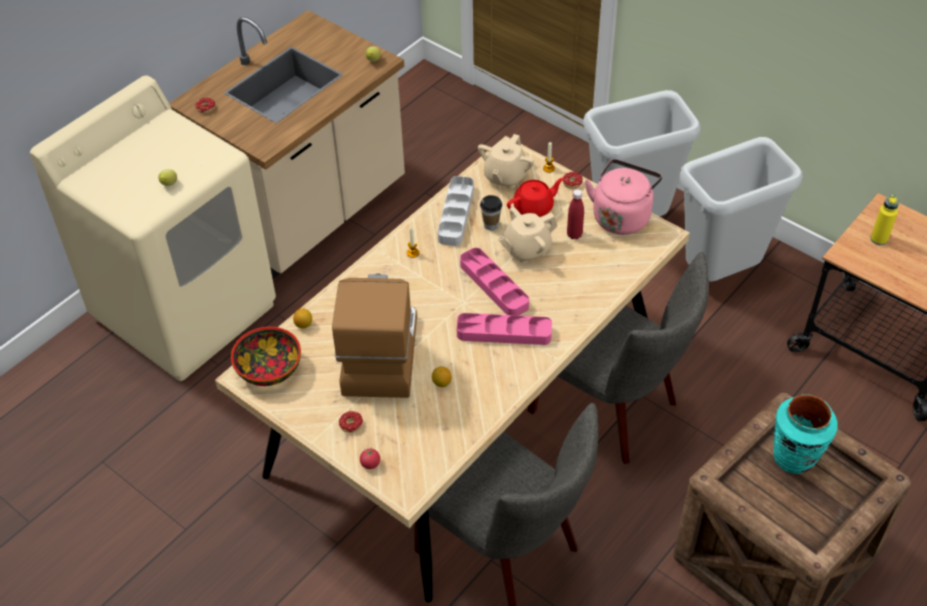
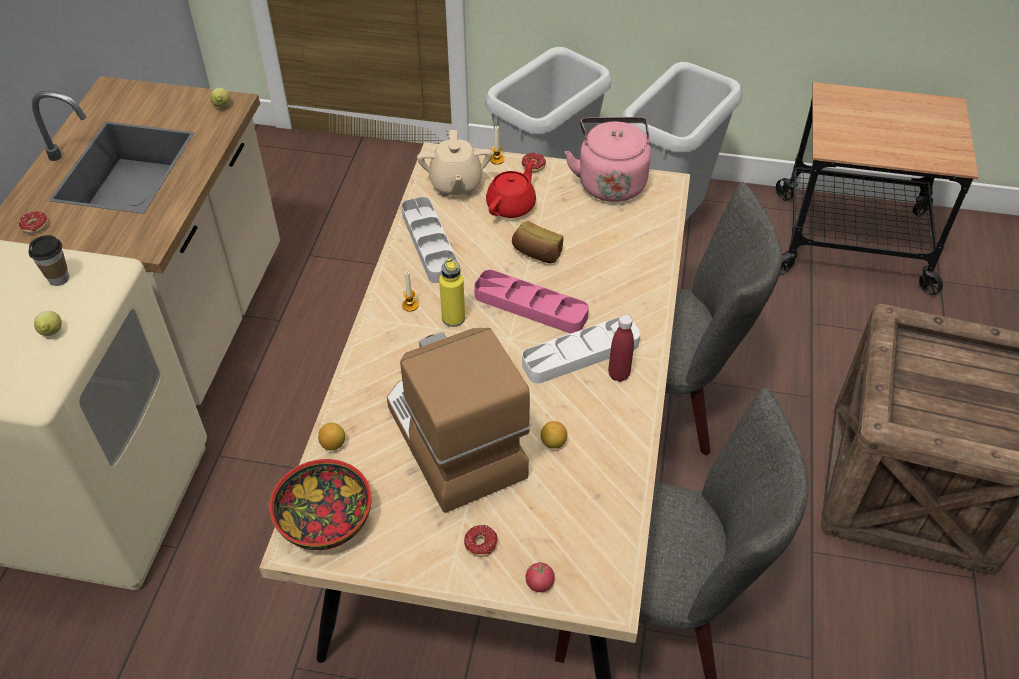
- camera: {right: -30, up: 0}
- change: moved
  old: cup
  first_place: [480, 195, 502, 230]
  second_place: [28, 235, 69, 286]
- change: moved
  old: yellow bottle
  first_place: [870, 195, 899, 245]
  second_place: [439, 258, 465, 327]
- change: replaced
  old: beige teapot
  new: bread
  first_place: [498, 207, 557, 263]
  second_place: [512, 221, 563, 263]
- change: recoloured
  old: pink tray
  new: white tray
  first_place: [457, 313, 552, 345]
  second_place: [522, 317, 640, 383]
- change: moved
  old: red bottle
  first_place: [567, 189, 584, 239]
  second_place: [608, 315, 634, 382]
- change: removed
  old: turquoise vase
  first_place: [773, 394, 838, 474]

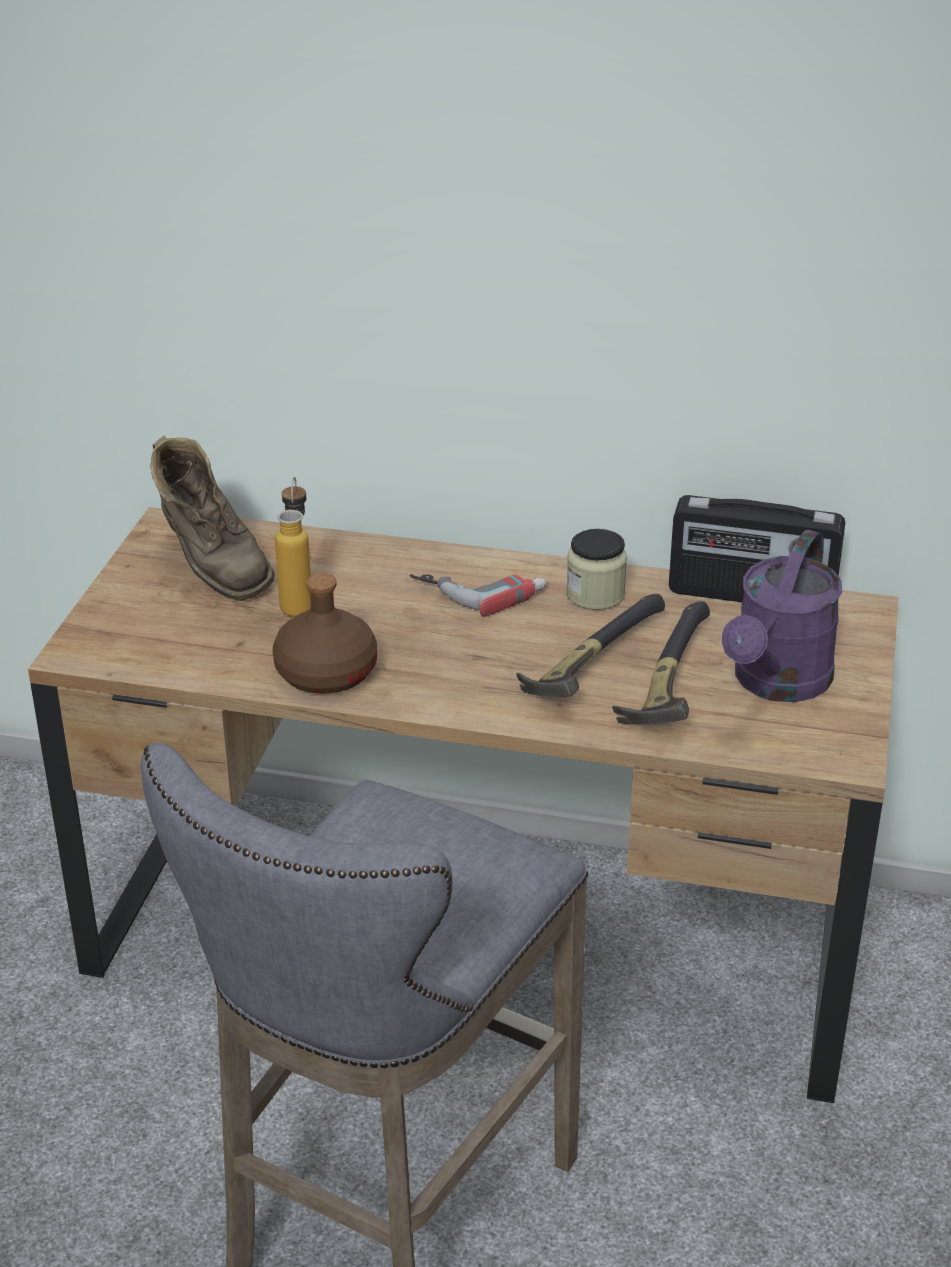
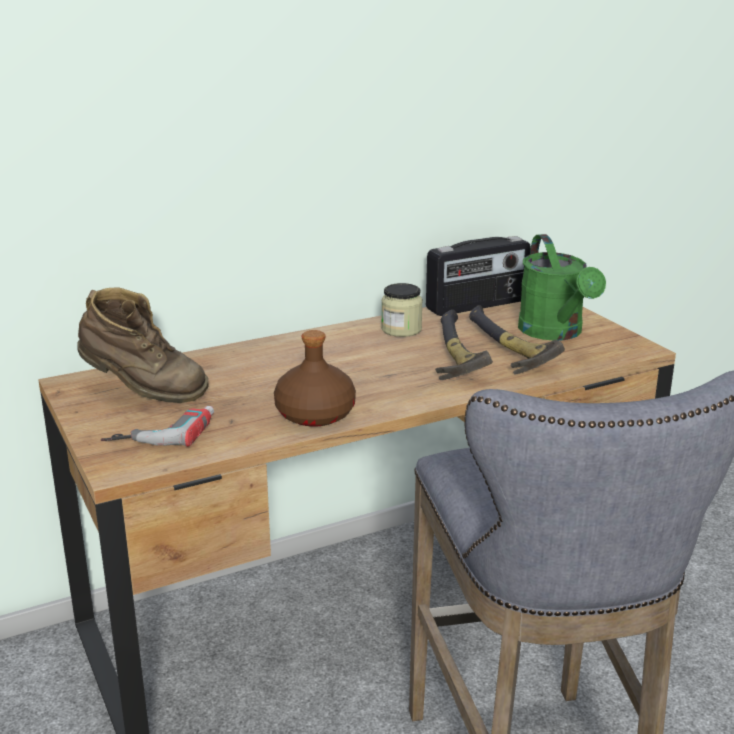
- camera: {right: -40, up: -10}
- change: moved
  old: power drill
  first_place: [410, 574, 547, 617]
  second_place: [101, 406, 214, 447]
- change: recoloured
  old: purple watering can
  new: green watering can
  first_place: [722, 530, 842, 702]
  second_place: [518, 234, 606, 341]
- change: removed
  old: bottle
  first_place: [275, 477, 311, 617]

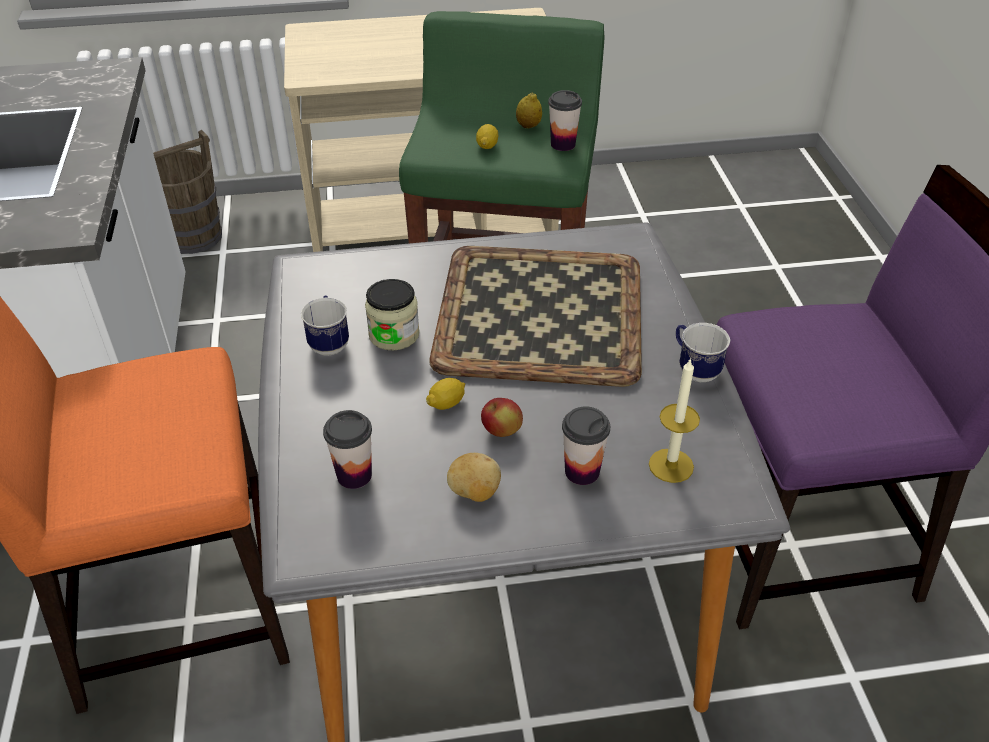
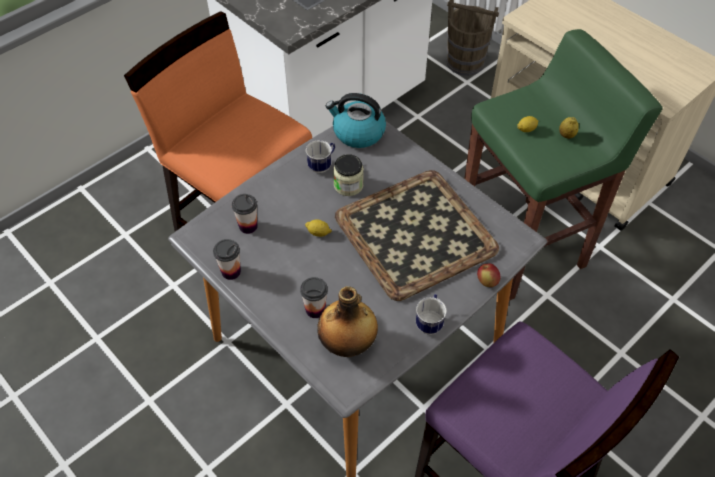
- camera: {right: 55, up: 10}
- change: moved
  old: cup
  first_place: [548, 90, 582, 151]
  second_place: [213, 239, 241, 280]
- change: replaced
  old: candle
  new: bottle
  first_place: [649, 358, 700, 483]
  second_place: [317, 286, 378, 357]
- change: added
  new: kettle
  second_place: [326, 93, 386, 148]
- change: moved
  old: apple
  first_place: [481, 398, 523, 437]
  second_place: [477, 263, 500, 287]
- change: removed
  old: potato
  first_place: [447, 453, 501, 502]

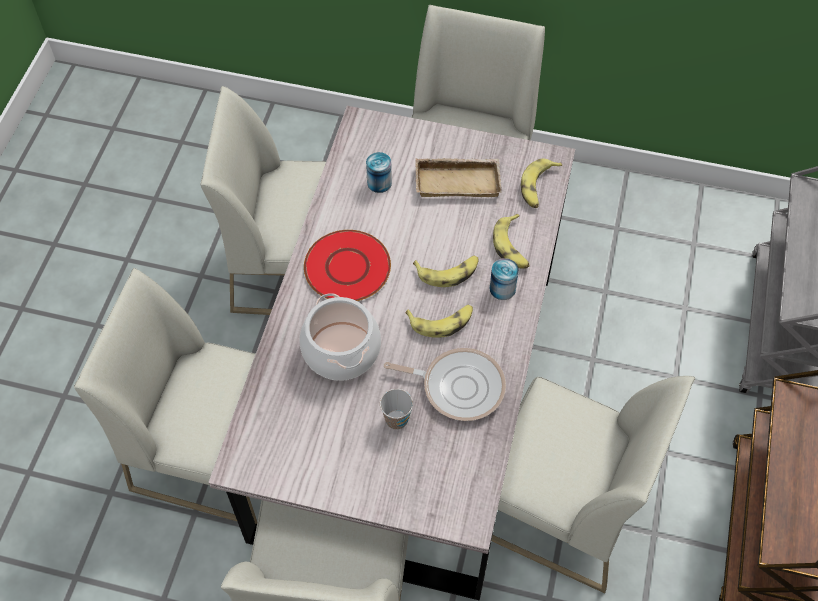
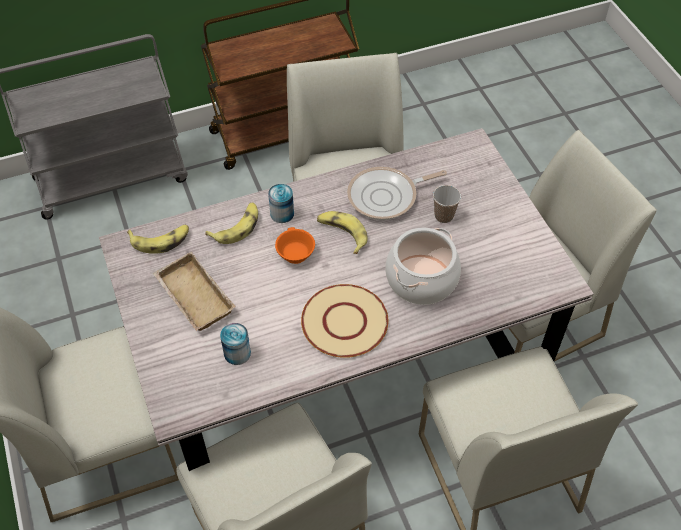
- camera: {right: -125, up: -5}
- change: replaced
  old: banana
  new: orange cup
  first_place: [413, 255, 478, 287]
  second_place: [275, 227, 315, 264]
- change: recoloured
  old: red plate
  new: beige plate
  first_place: [304, 230, 391, 301]
  second_place: [301, 284, 388, 358]
- change: turned
  old: frying pan
  first_place: [384, 348, 506, 421]
  second_place: [347, 167, 447, 220]
  degrees: -90

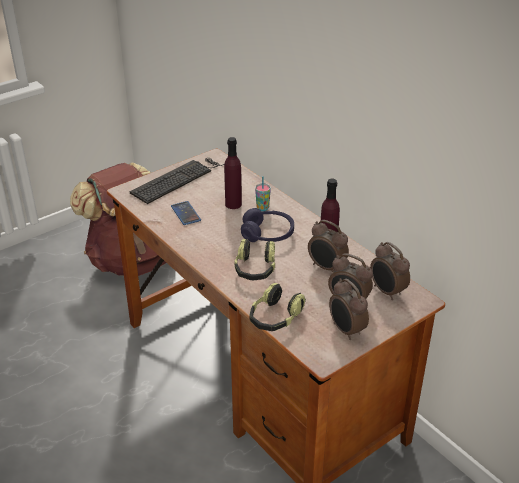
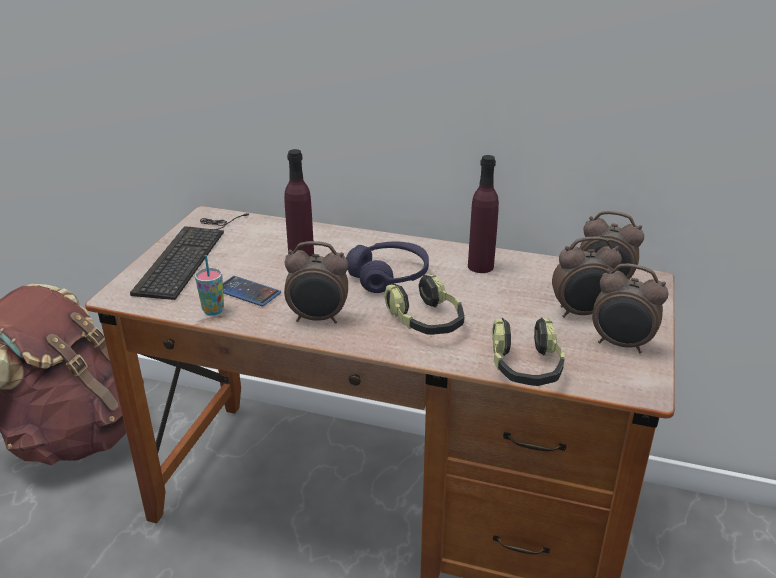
- camera: {right: -35, up: -5}
- change: moved
  old: cup
  first_place: [255, 176, 271, 211]
  second_place: [195, 255, 224, 316]
- change: moved
  old: alarm clock
  first_place: [308, 220, 349, 272]
  second_place: [284, 241, 348, 323]

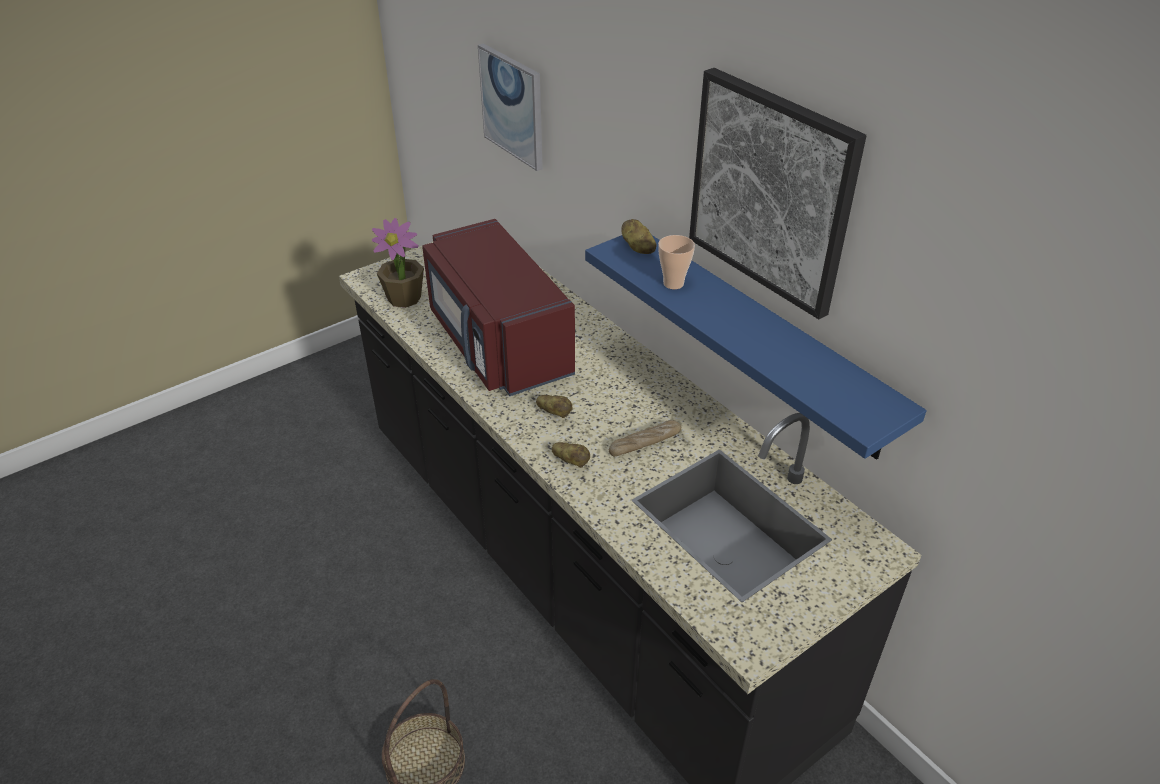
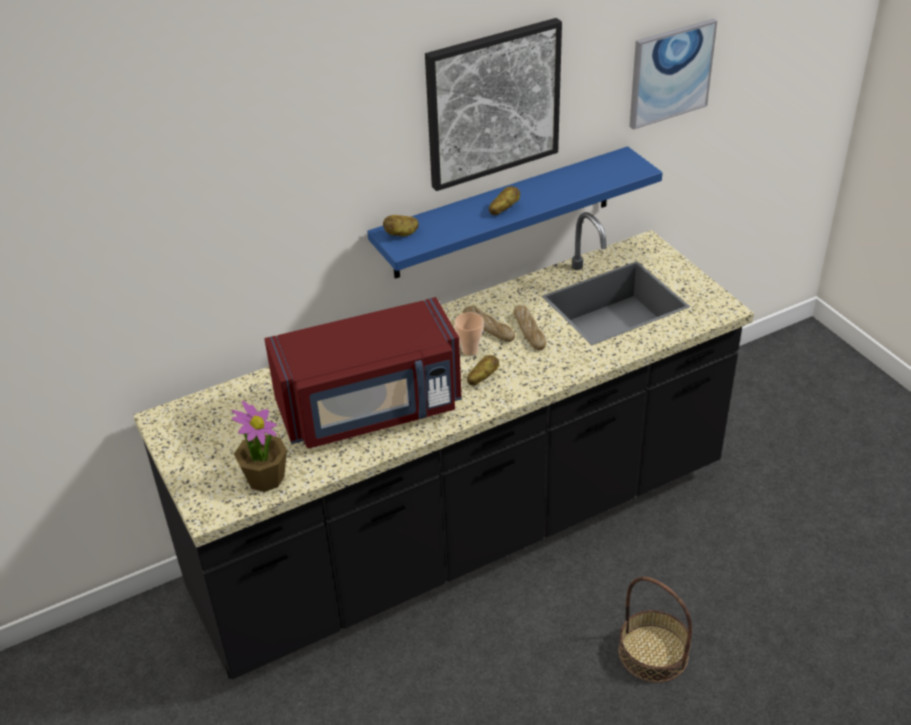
- camera: {right: -80, up: 0}
- change: moved
  old: cup
  first_place: [658, 235, 695, 289]
  second_place: [455, 312, 484, 356]
- change: added
  new: bread
  second_place: [463, 306, 515, 342]
- change: moved
  old: potato
  first_place: [552, 442, 590, 468]
  second_place: [489, 186, 520, 215]
- change: moved
  old: picture
  first_place: [478, 43, 543, 171]
  second_place: [629, 19, 717, 130]

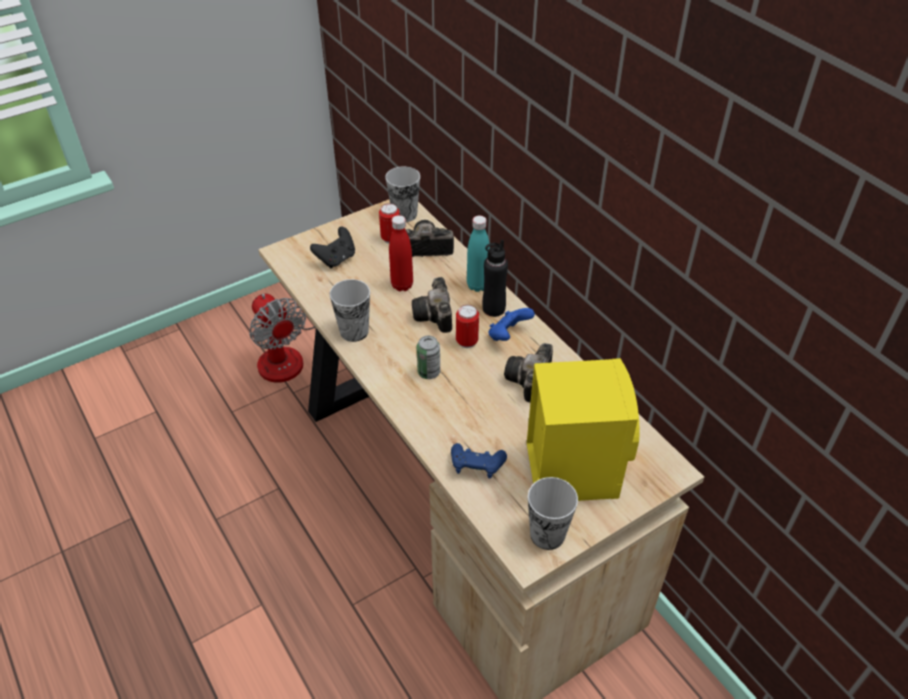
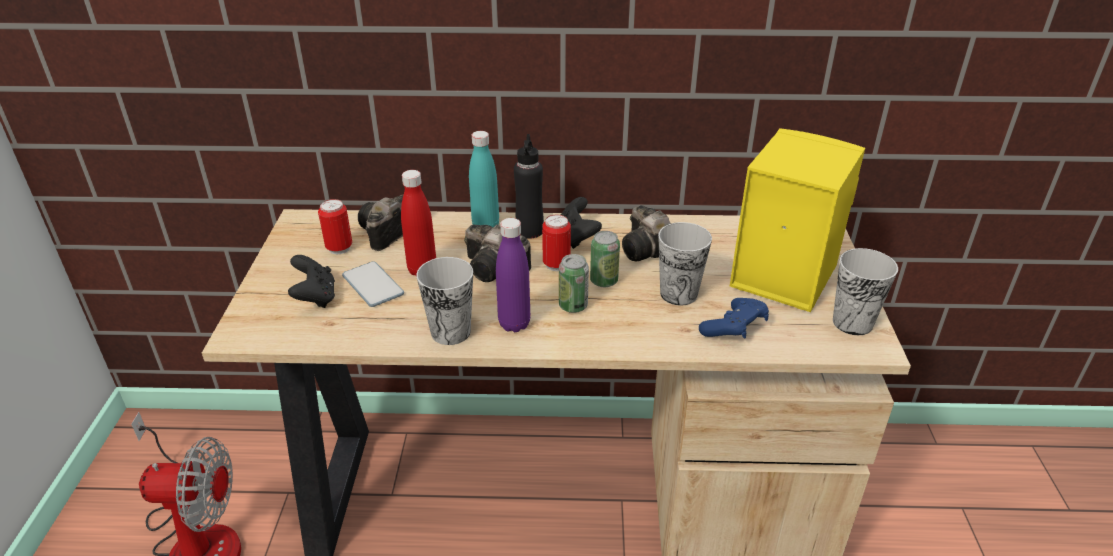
- camera: {right: -55, up: -10}
- change: added
  new: phone
  second_place: [342, 261, 404, 307]
- change: added
  new: purple bottle
  second_place: [496, 218, 530, 332]
- change: recoloured
  old: blue game controller
  new: black game controller
  first_place: [488, 308, 535, 341]
  second_place: [560, 197, 602, 249]
- change: added
  new: can
  second_place: [590, 231, 620, 287]
- change: moved
  old: cup
  first_place: [385, 166, 420, 222]
  second_place: [658, 222, 712, 305]

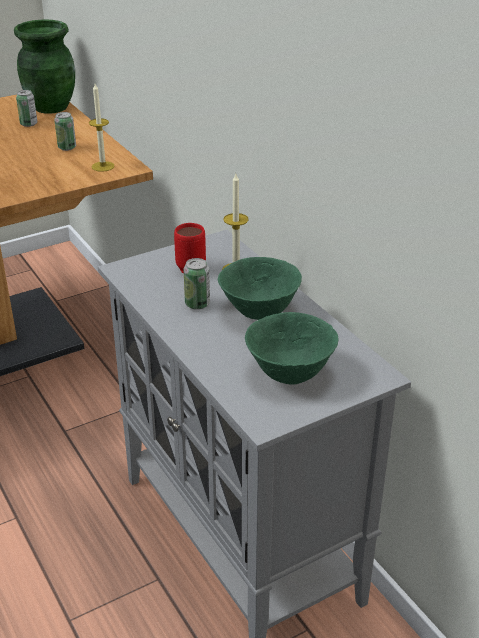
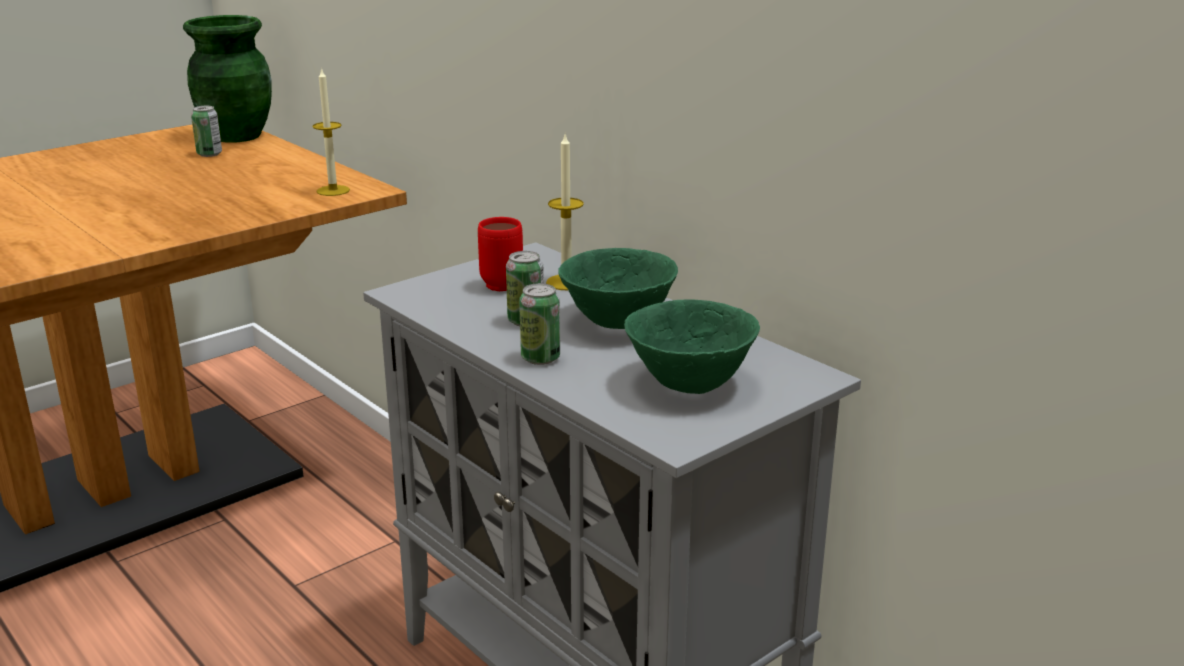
- camera: {right: -10, up: -10}
- change: moved
  old: can
  first_place: [54, 112, 76, 151]
  second_place: [519, 283, 560, 365]

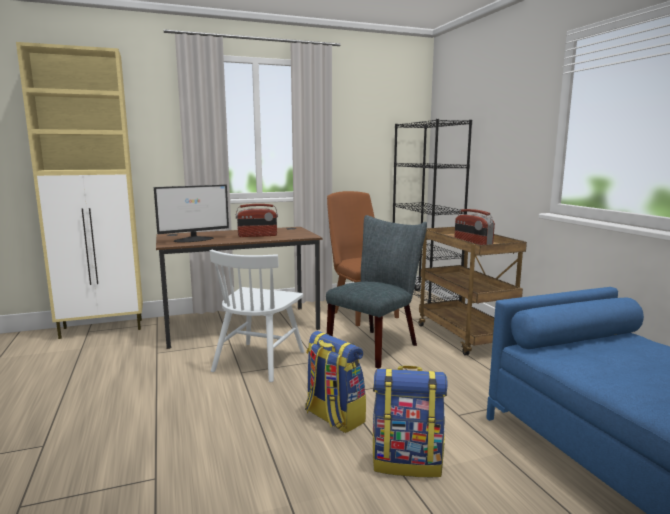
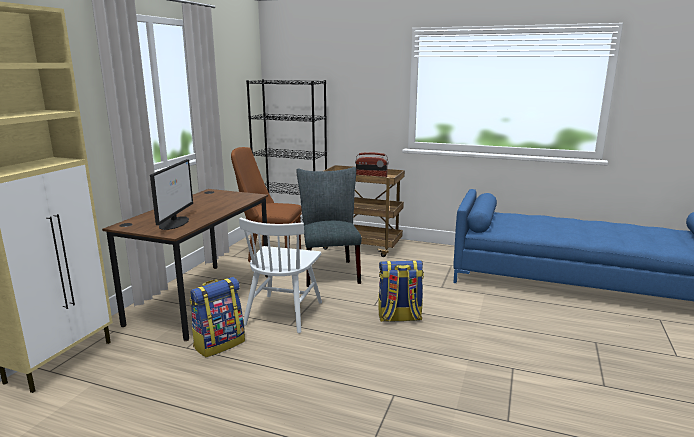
- camera: {right: -50, up: 5}
- change: moved
  old: backpack
  first_place: [373, 365, 448, 477]
  second_place: [190, 277, 245, 357]
- change: turned
  old: white chair
  first_place: [210, 250, 305, 382]
  second_place: [239, 218, 322, 333]
  degrees: 45
- change: removed
  old: radio
  first_place: [236, 204, 278, 237]

